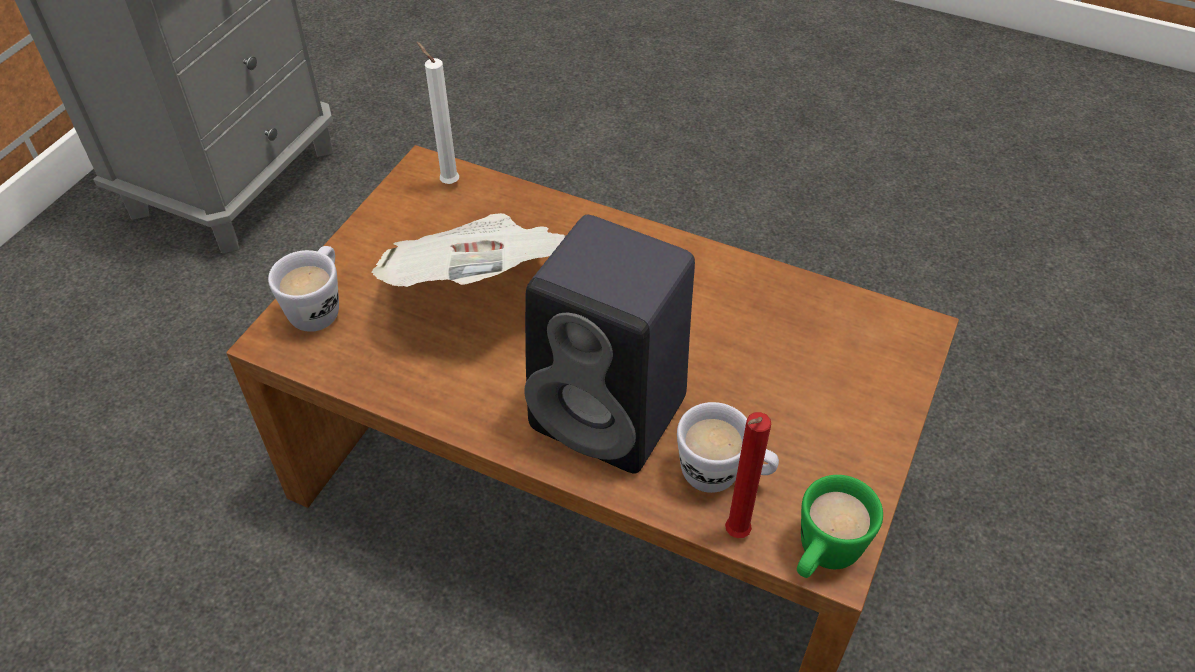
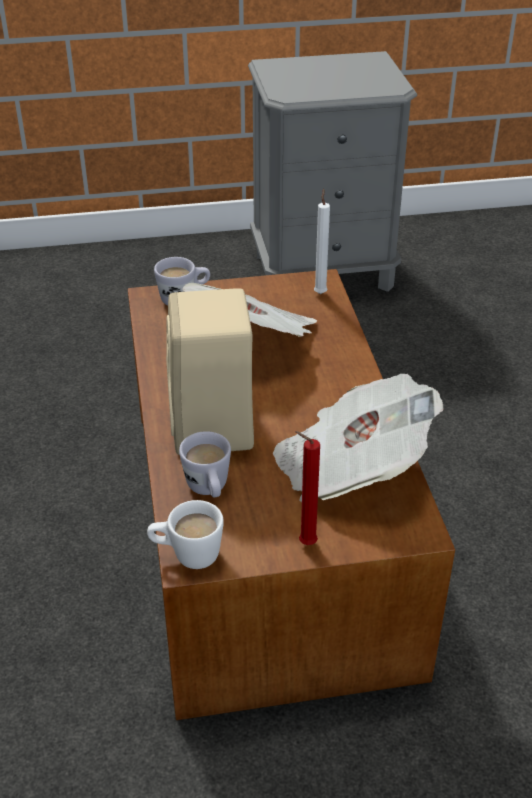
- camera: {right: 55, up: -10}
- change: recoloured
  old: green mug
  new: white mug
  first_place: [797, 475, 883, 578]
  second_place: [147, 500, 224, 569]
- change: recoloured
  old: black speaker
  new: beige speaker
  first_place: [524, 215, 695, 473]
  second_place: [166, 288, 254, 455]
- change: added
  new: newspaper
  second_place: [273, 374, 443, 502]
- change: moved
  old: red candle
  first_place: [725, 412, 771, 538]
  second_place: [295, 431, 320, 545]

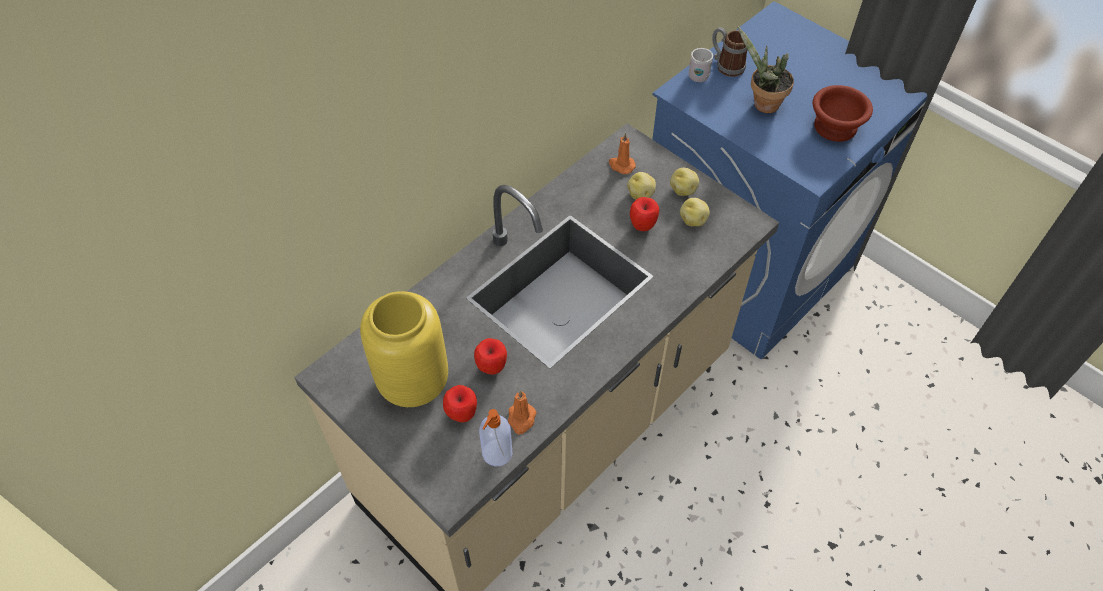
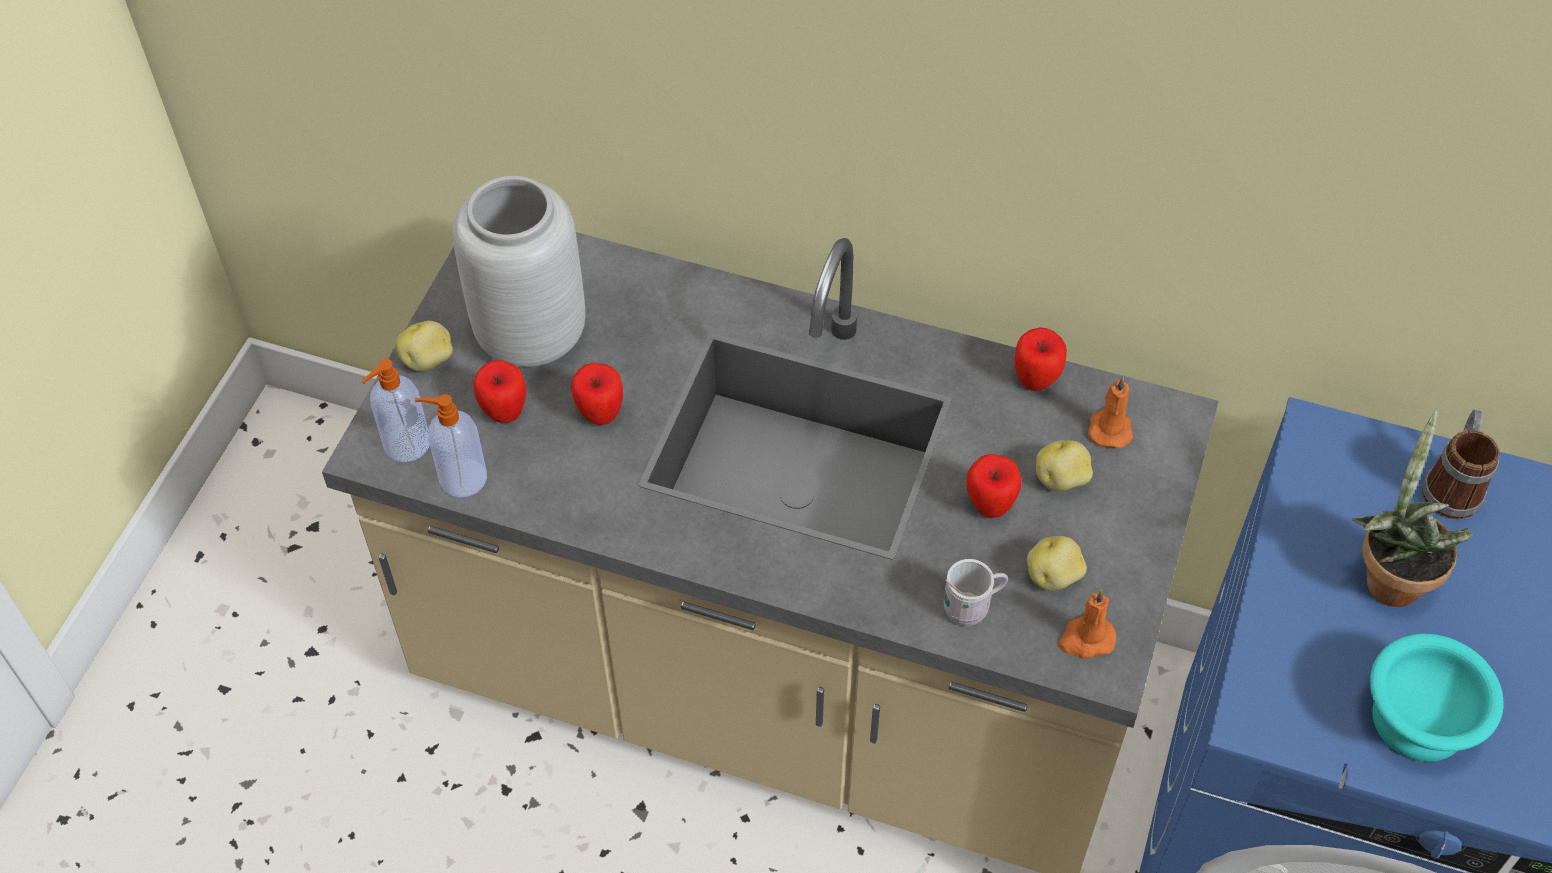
- camera: {right: 65, up: 0}
- change: added
  new: soap dispenser
  second_place: [362, 359, 430, 462]
- change: moved
  old: potato
  first_place: [670, 168, 699, 196]
  second_place: [396, 321, 453, 371]
- change: recoloured
  old: yellow vase
  new: grey vase
  first_place: [360, 291, 448, 407]
  second_place: [453, 176, 586, 367]
- change: moved
  old: white mug
  first_place: [689, 48, 713, 82]
  second_place: [944, 559, 1008, 626]
- change: added
  new: apple
  second_place: [1015, 327, 1067, 391]
- change: moved
  old: orange candle
  first_place: [508, 390, 537, 434]
  second_place: [1058, 590, 1116, 659]
- change: recoloured
  old: brown bowl
  new: turquoise bowl
  first_place: [813, 85, 873, 142]
  second_place: [1370, 634, 1504, 762]

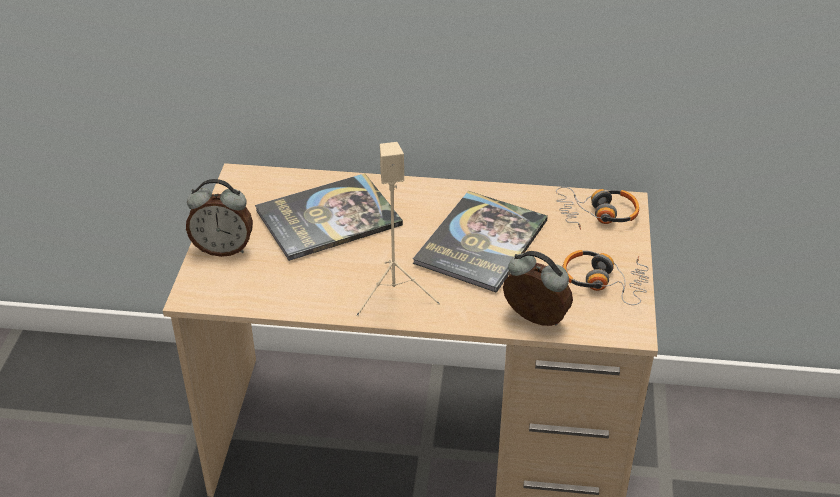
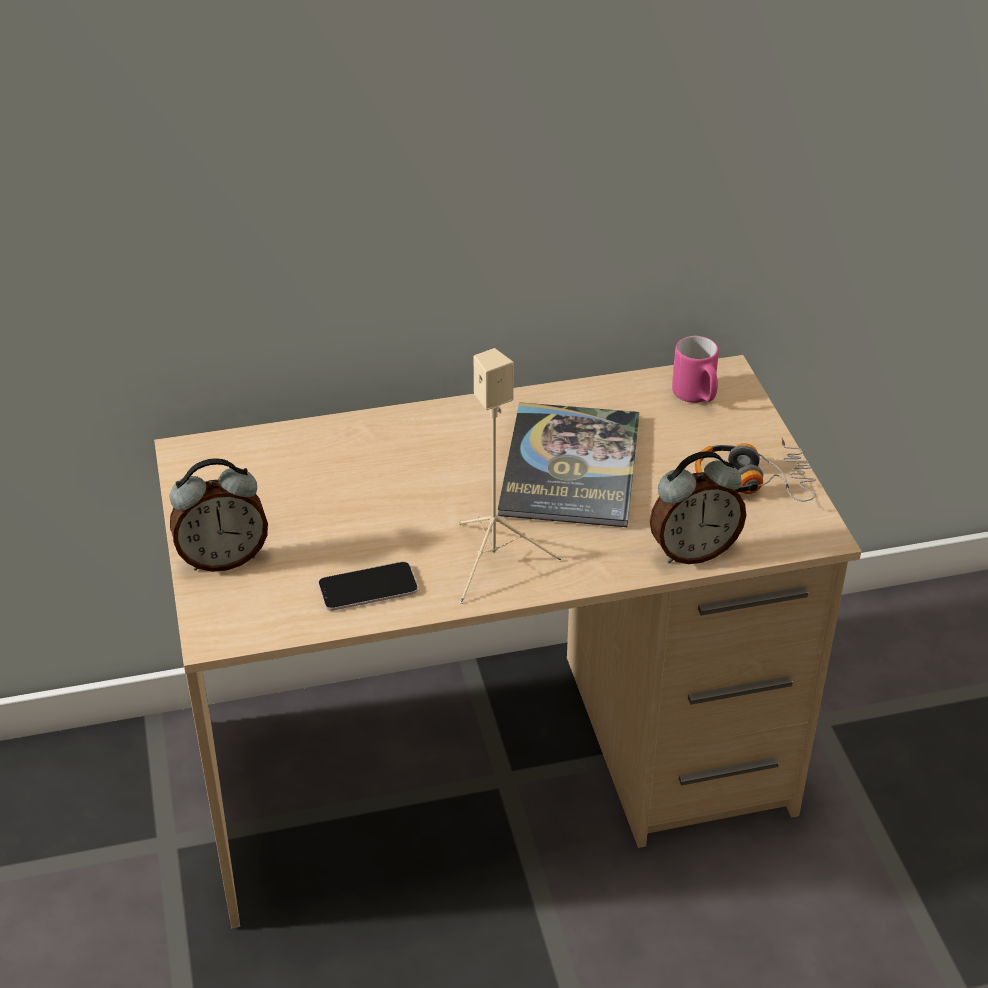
- camera: {right: -20, up: 0}
- change: added
  new: phone
  second_place: [318, 562, 418, 611]
- change: turned
  old: alarm clock
  first_place: [503, 251, 573, 326]
  second_place: [650, 451, 746, 564]
  degrees: 150
- change: replaced
  old: headphones
  new: pink mug
  first_place: [556, 187, 639, 230]
  second_place: [672, 336, 719, 403]
- change: removed
  old: book
  first_place: [255, 173, 403, 261]

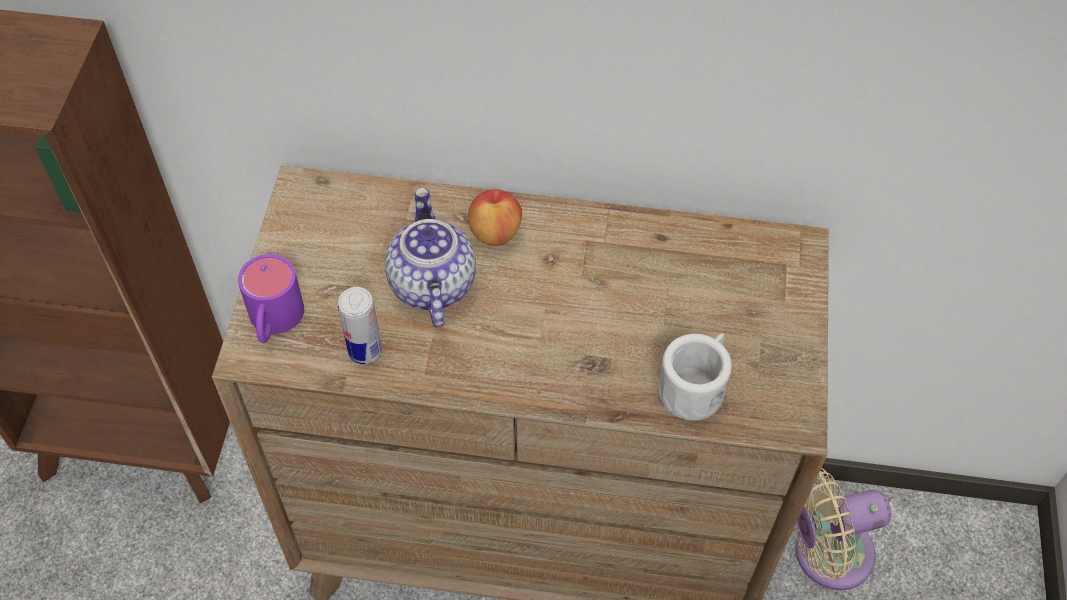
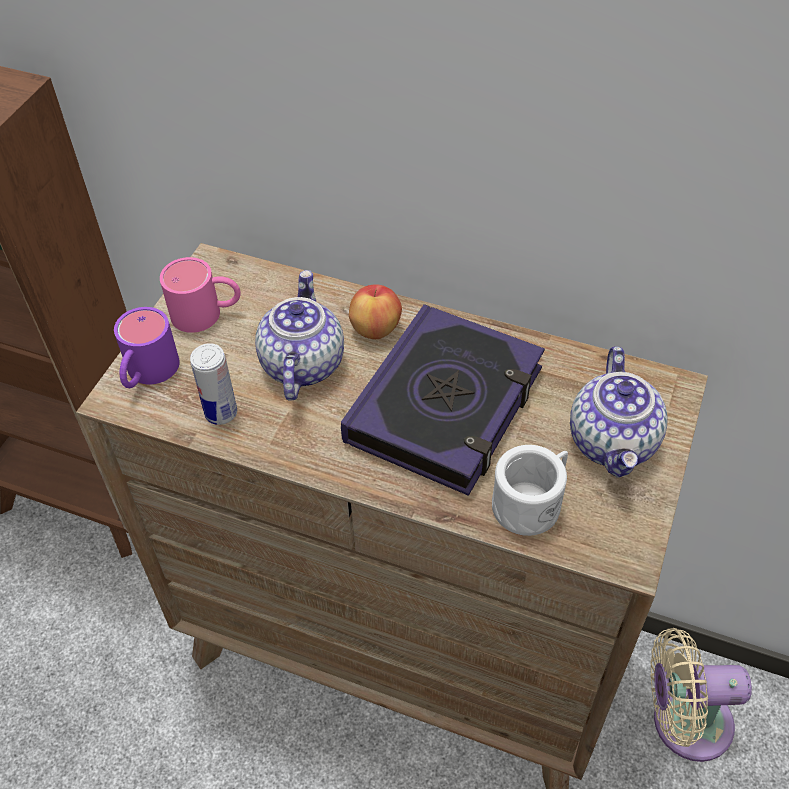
- camera: {right: 15, up: -5}
- change: added
  new: pink mug
  second_place: [160, 257, 241, 333]
- change: added
  new: book
  second_place: [341, 304, 545, 496]
- change: added
  new: teapot
  second_place: [570, 347, 667, 478]

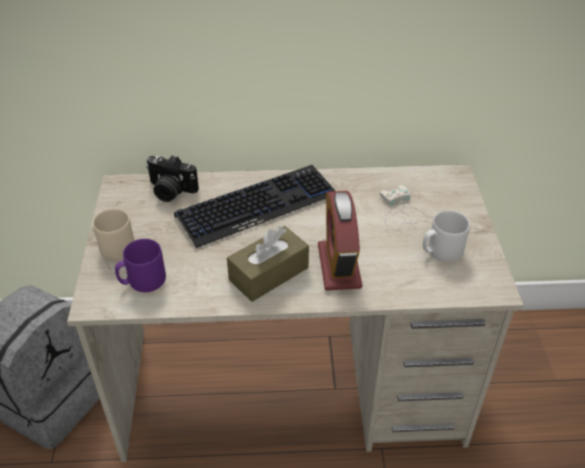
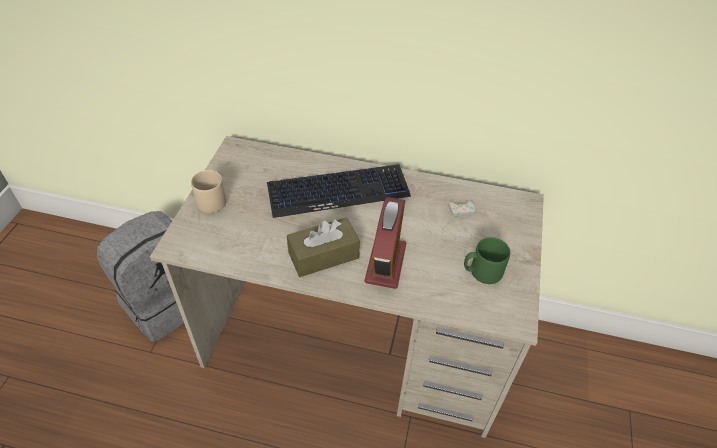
- camera: {right: 15, up: 5}
- change: recoloured
  old: grey mug
  new: green mug
  first_place: [423, 211, 470, 262]
  second_place: [464, 237, 510, 284]
- change: removed
  old: purple mug
  first_place: [115, 239, 166, 292]
- change: removed
  old: photo camera
  first_place: [146, 155, 199, 202]

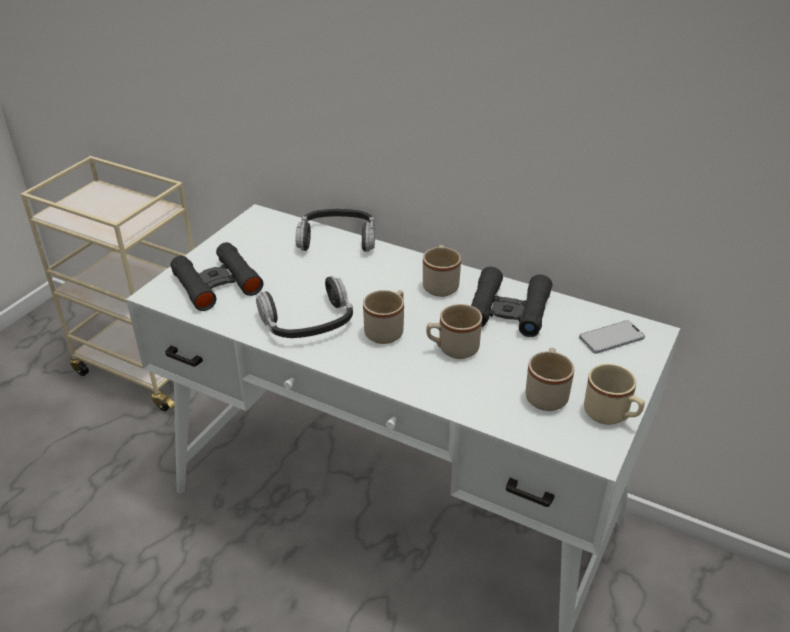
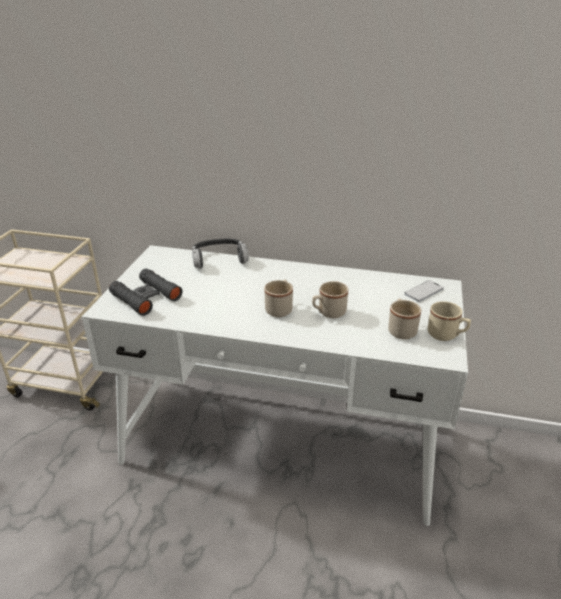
- camera: {right: -15, up: -5}
- change: removed
  old: headphones
  first_place: [256, 276, 353, 338]
- change: removed
  old: beige mug
  first_place: [423, 245, 461, 297]
- change: removed
  old: black binoculars
  first_place: [471, 267, 552, 337]

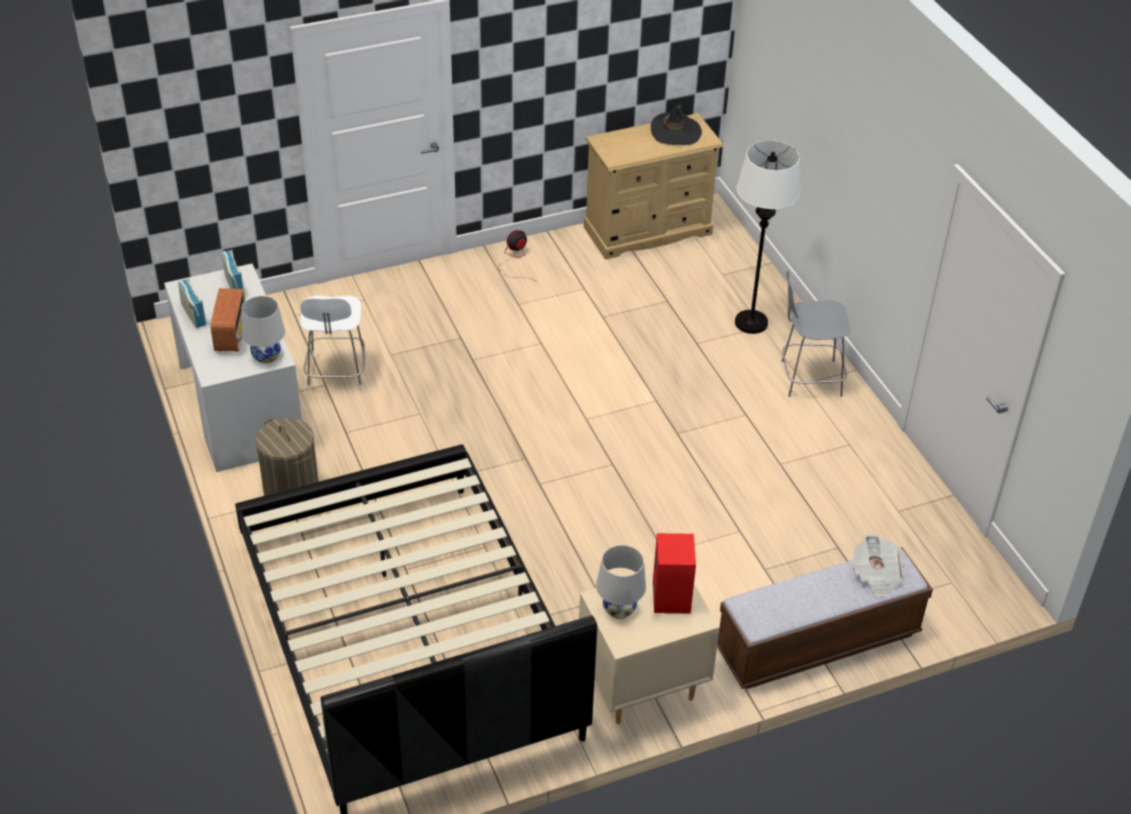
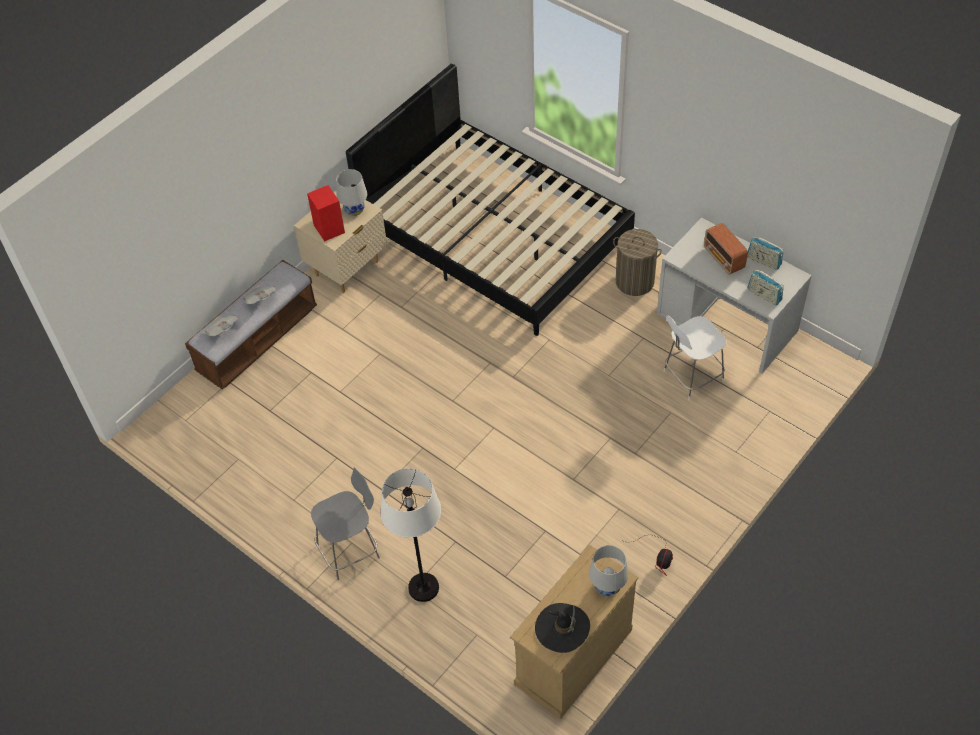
- camera: {right: 155, up: 10}
- change: added
  new: newspaper
  second_place: [242, 285, 275, 304]
- change: moved
  old: white table lamp
  first_place: [242, 296, 285, 363]
  second_place: [589, 545, 628, 596]
- change: turned
  old: white chair
  first_place: [300, 295, 365, 391]
  second_place: [664, 316, 727, 400]
  degrees: -90

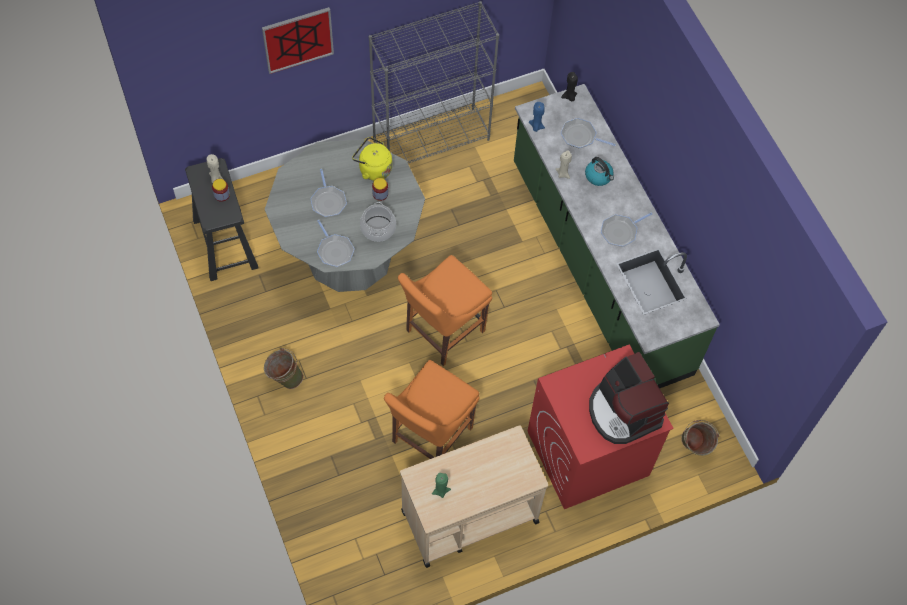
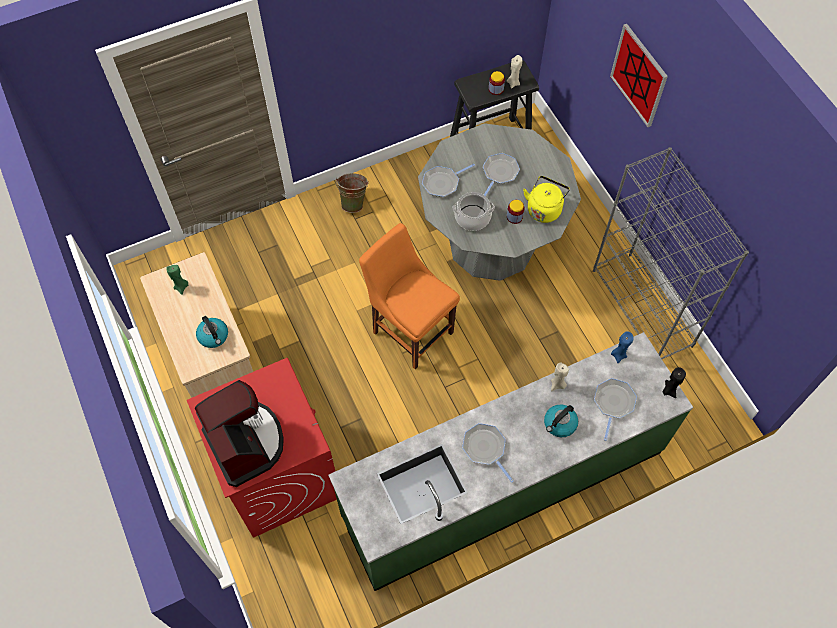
- camera: {right: 90, up: 0}
- change: turned
  old: coffee machine
  first_place: [589, 352, 669, 444]
  second_place: [195, 380, 284, 487]
  degrees: 90
- change: added
  new: kettle
  second_place: [196, 316, 228, 348]
- change: turned
  old: frying pan
  first_place: [310, 169, 347, 217]
  second_place: [483, 153, 520, 196]
  degrees: 135
- change: removed
  old: orange chair
  first_place: [384, 360, 480, 459]
- change: removed
  old: green bucket
  first_place: [681, 420, 719, 456]

